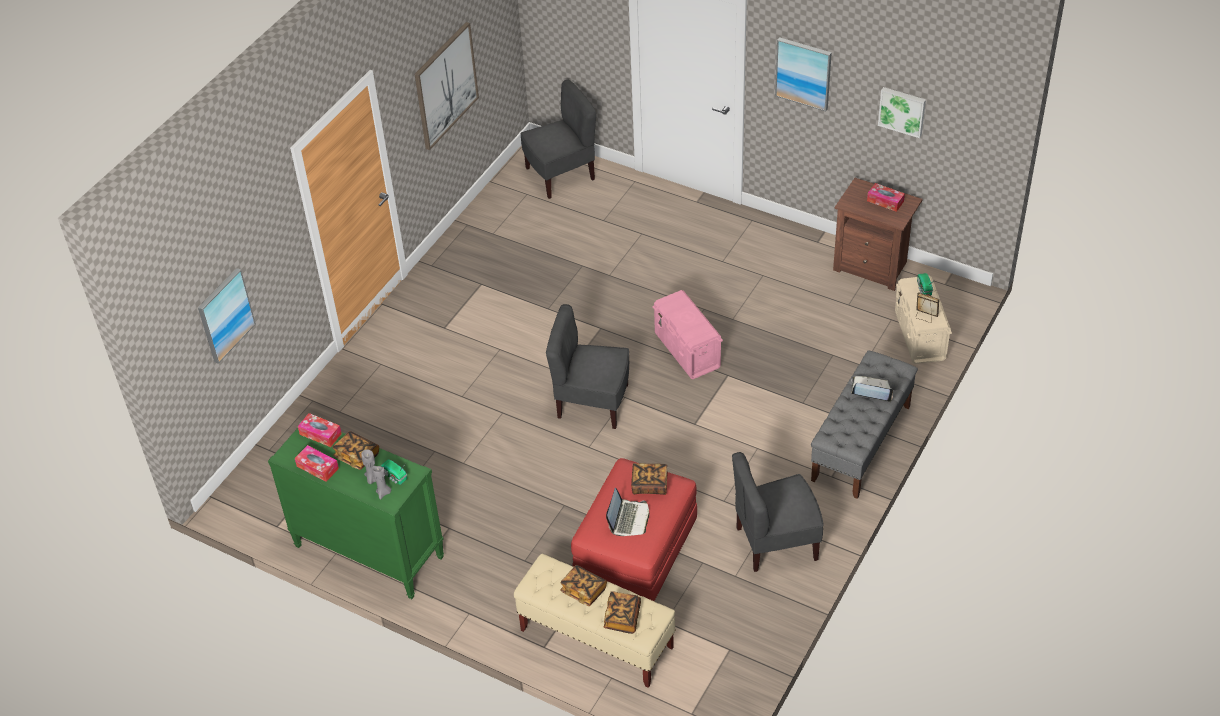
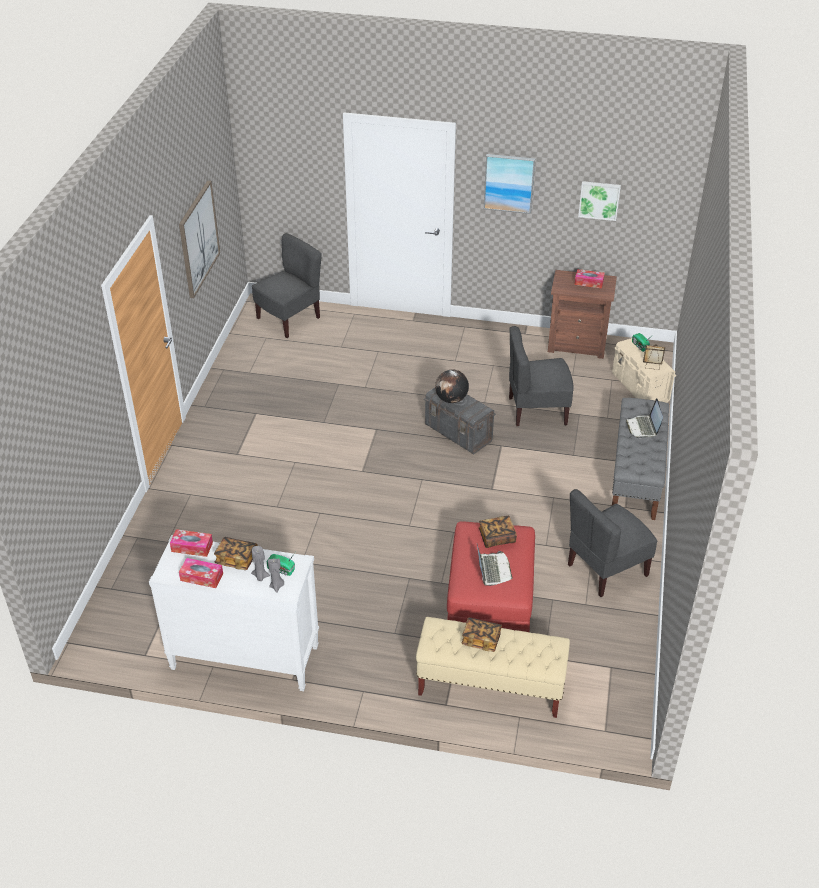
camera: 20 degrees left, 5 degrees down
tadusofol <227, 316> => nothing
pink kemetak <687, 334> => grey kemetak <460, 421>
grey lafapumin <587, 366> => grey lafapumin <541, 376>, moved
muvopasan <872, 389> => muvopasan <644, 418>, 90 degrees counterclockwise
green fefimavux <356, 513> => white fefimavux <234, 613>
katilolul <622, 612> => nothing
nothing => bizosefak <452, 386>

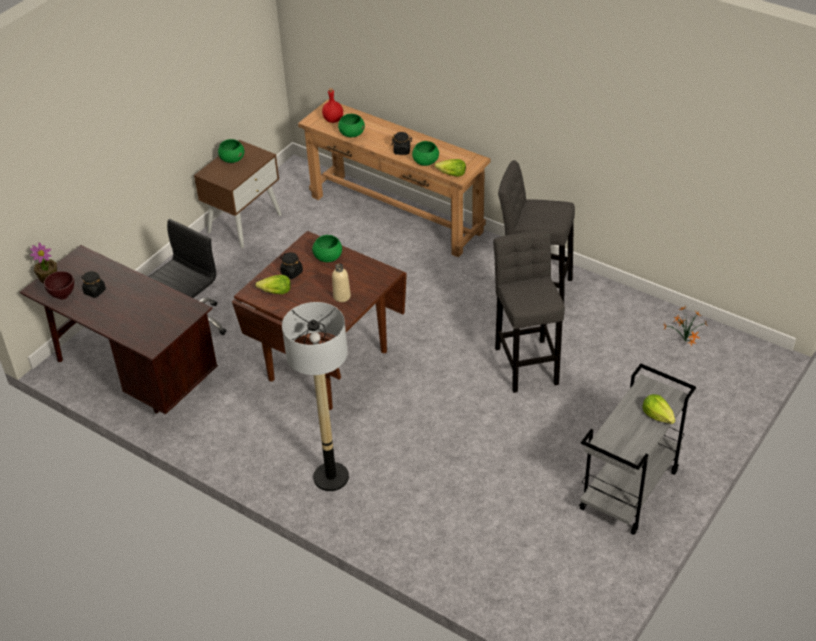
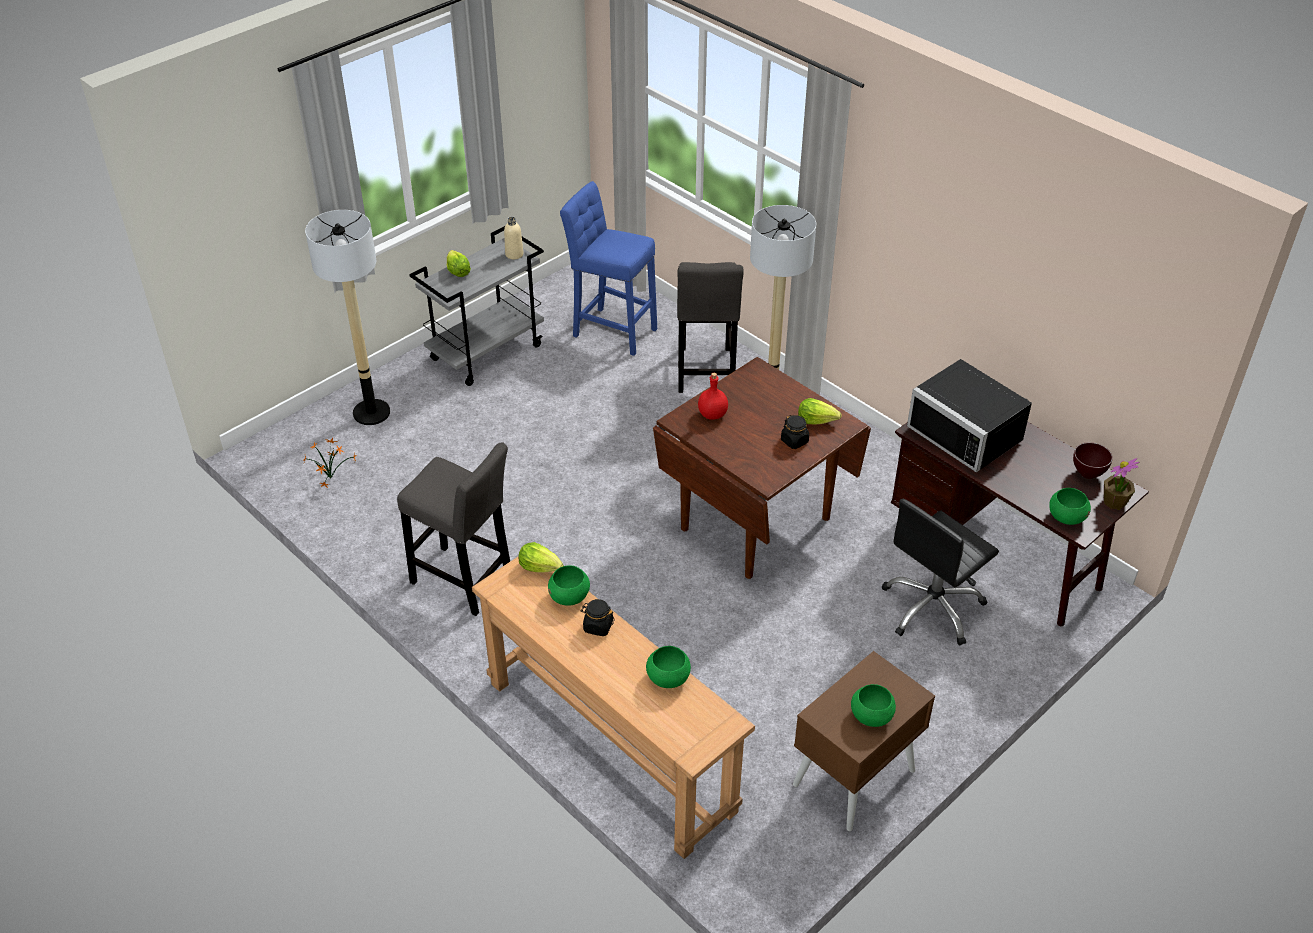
camera: 170 degrees left, 0 degrees up
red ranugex <332, 105> => red ranugex <713, 396>, moved
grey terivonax <529, 311> => grey terivonax <710, 327>, moved
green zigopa <327, 248> => green zigopa <1070, 506>, moved
beige ranugex <341, 283> => beige ranugex <514, 238>, moved
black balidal <93, 284> => nothing
nothing => blue terivonax <608, 268>
nothing => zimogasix <347, 317>
nothing => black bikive <969, 415>

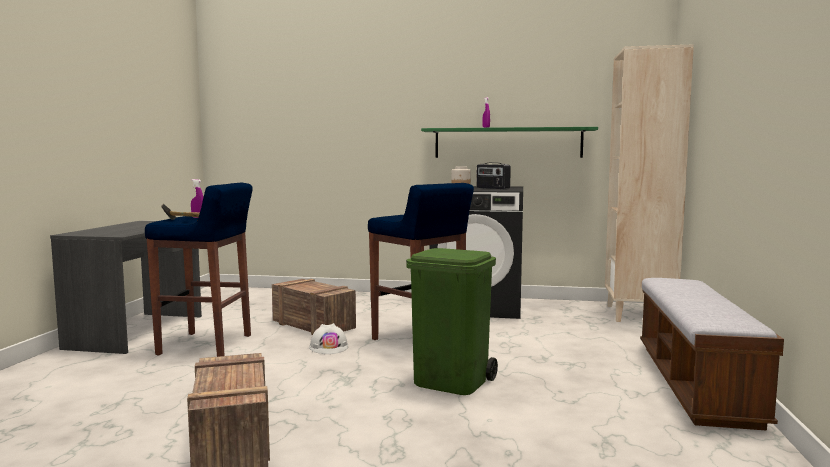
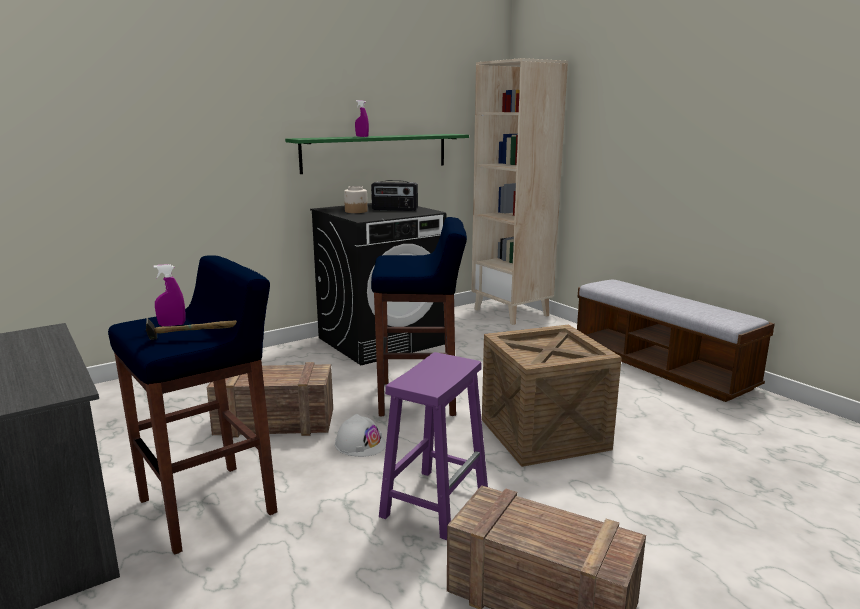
camera: 45 degrees left, 10 degrees up
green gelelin <452, 321> => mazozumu <552, 396>
nothing => purple terivonax <433, 446>

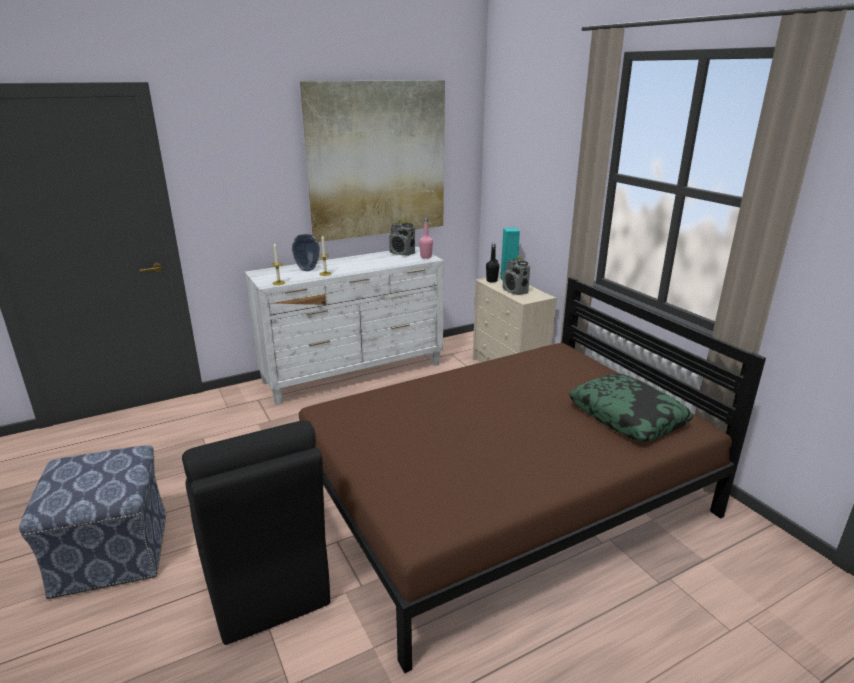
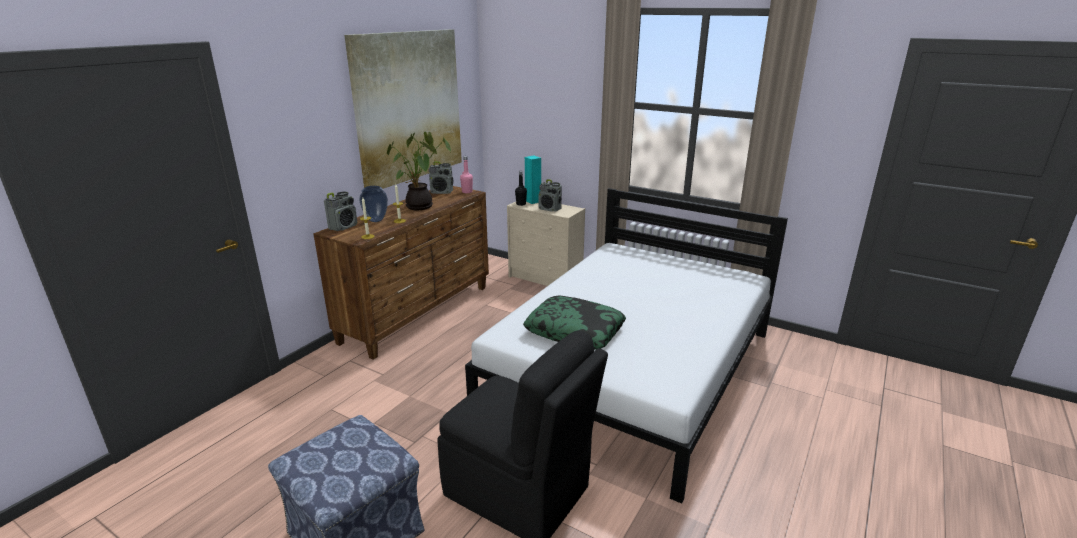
camera: 30 degrees left, 0 degrees up
white fefimavux <344, 326> => brown fefimavux <401, 273>
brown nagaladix <532, 475> => white nagaladix <626, 346>
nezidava <631, 407> => nezidava <574, 322>, moved
nothing => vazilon <419, 171>
nothing => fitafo <340, 211>

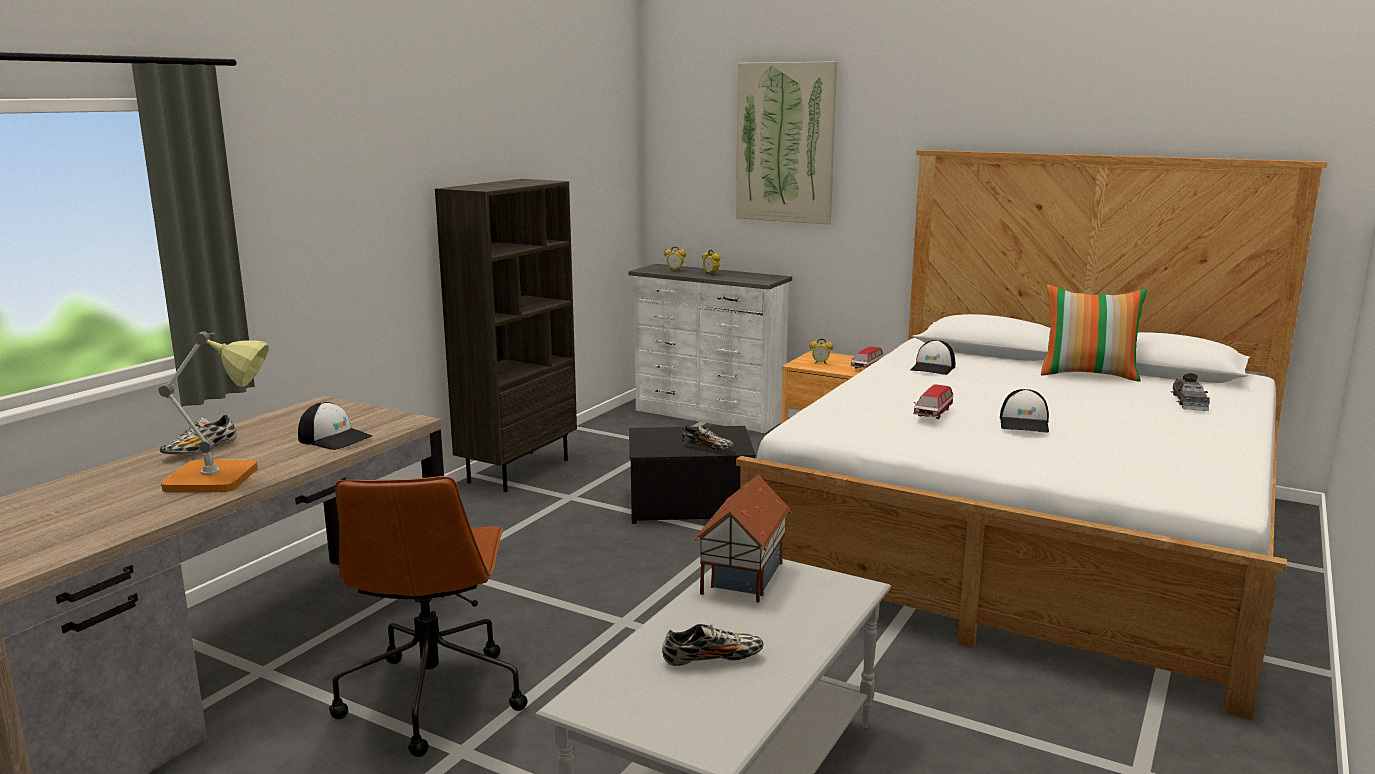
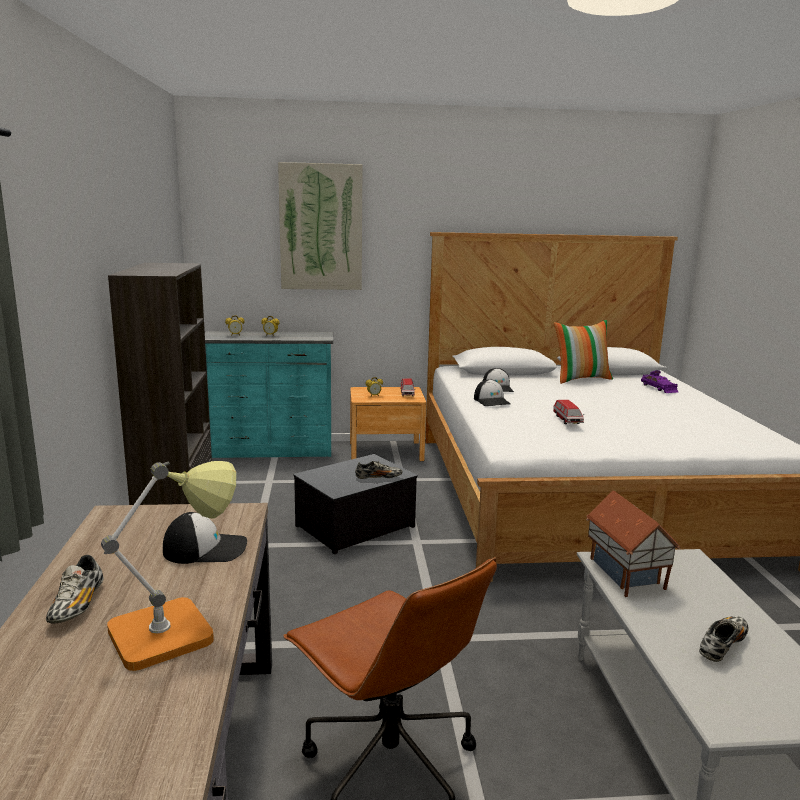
camera: 35 degrees left, 0 degrees up
white fefimavux <710, 348> => turquoise fefimavux <269, 394>
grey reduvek <1190, 392> => purple reduvek <659, 381>
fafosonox <1024, 410> => fafosonox <492, 392>, moved

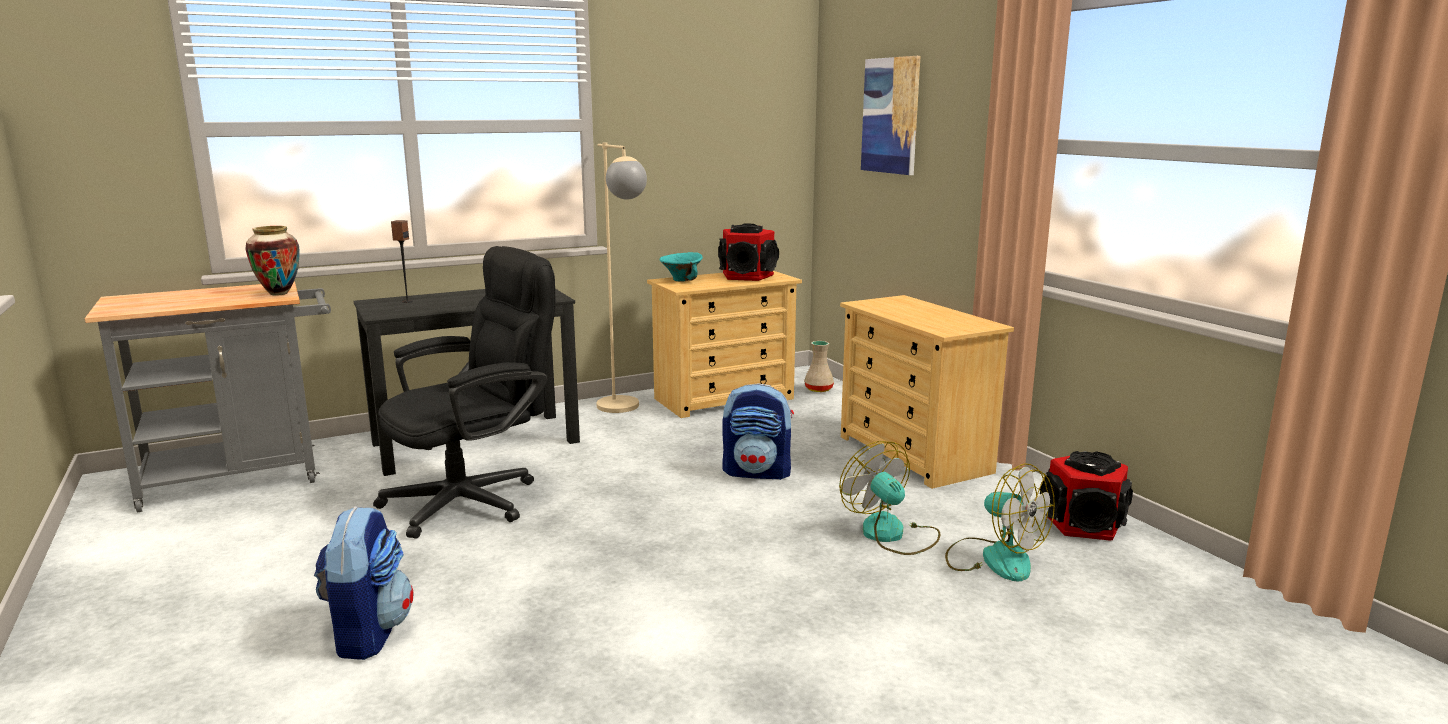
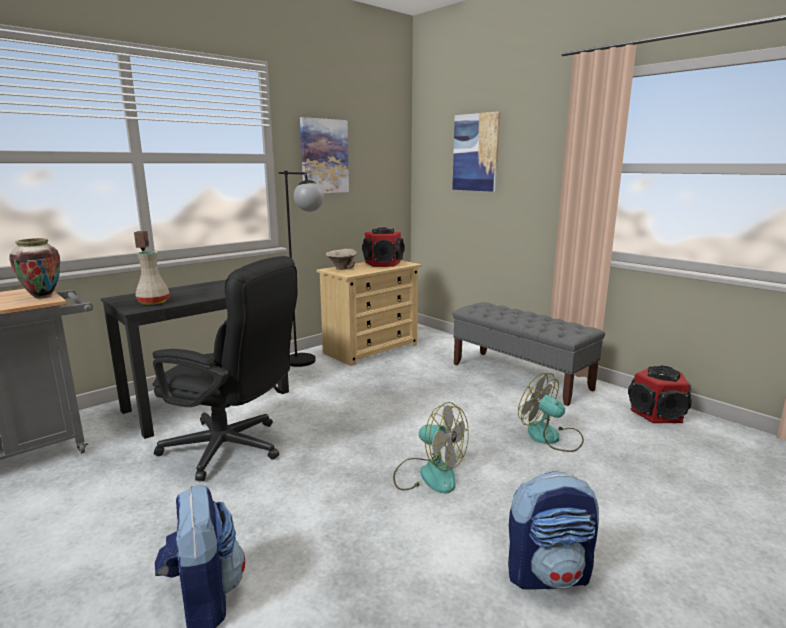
camera: 15 degrees left, 0 degrees up
beige zimogasix <621, 277> => black zimogasix <301, 269>
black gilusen <464, 392> => black gilusen <224, 368>, 75 degrees clockwise
turquoise zigopa <681, 267> => beige zigopa <341, 259>
beige fefimavux <927, 392> => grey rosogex <529, 354>
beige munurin <819, 366> => beige munurin <152, 278>, moved
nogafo <758, 432> => nogafo <553, 530>, moved
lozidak <1000, 522> => lozidak <431, 448>, moved
nothing => tadusofol <324, 155>

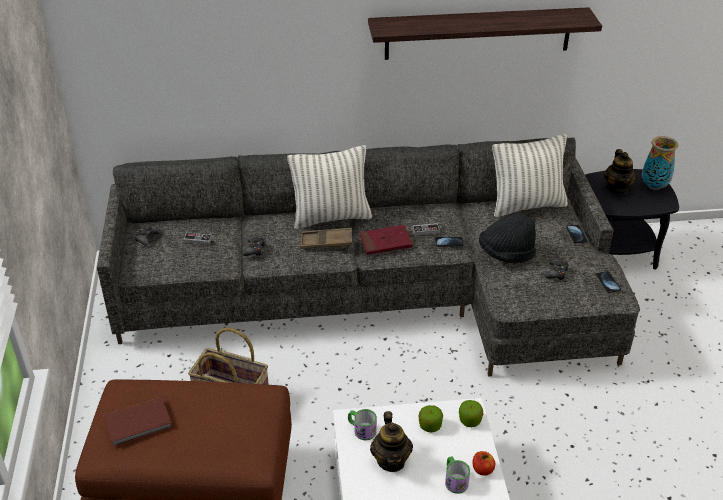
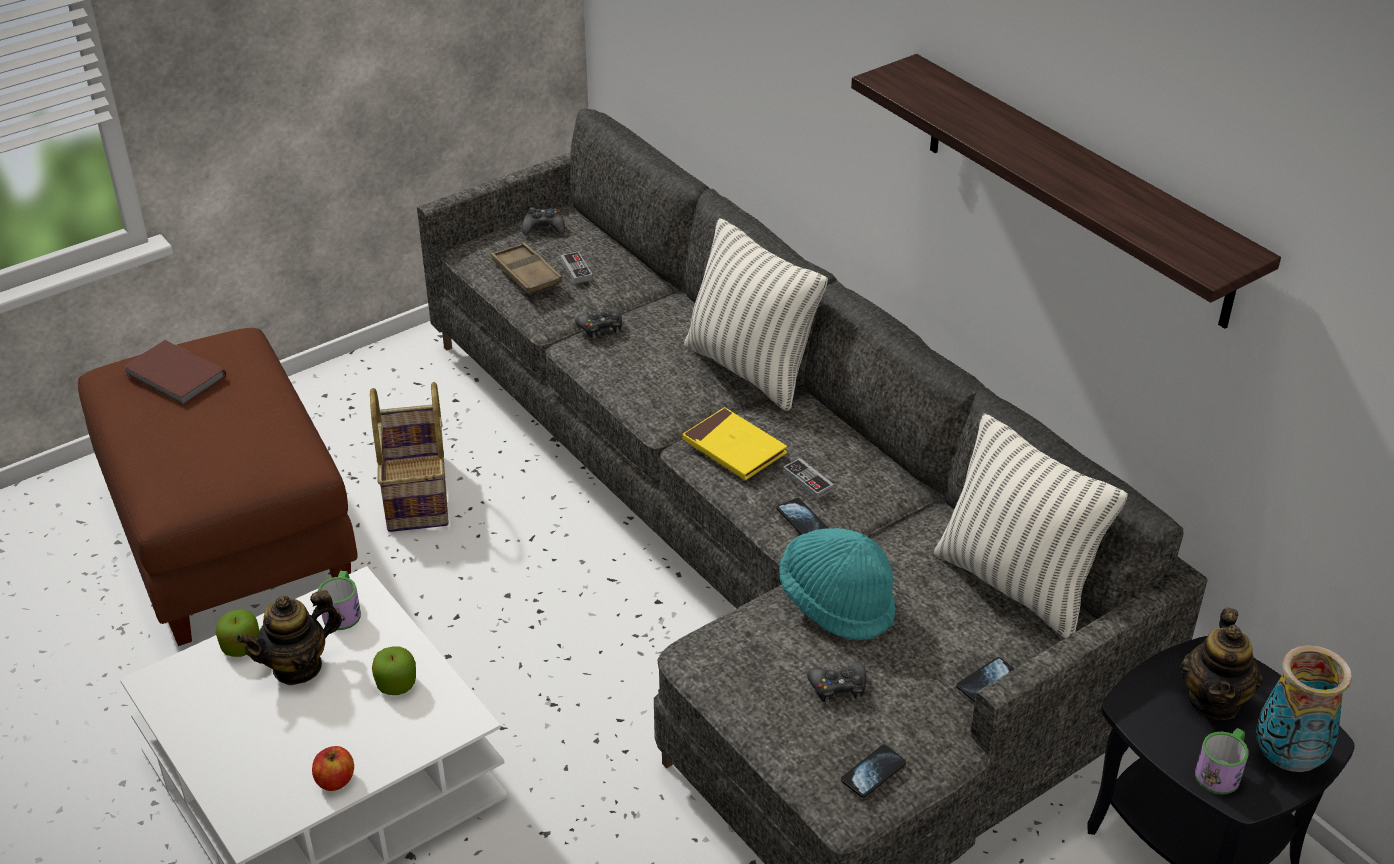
camera: 60 degrees right, 0 degrees up
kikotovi <620, 172> => kikotovi <1221, 664>, 45 degrees counterclockwise
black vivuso <507, 238> => turquoise vivuso <837, 584>
red katilolul <386, 240> => yellow katilolul <734, 443>
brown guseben <326, 238> => brown guseben <526, 268>, moved
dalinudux <471, 413> => dalinudux <237, 633>, moved
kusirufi <457, 475> => kusirufi <1222, 761>, moved

